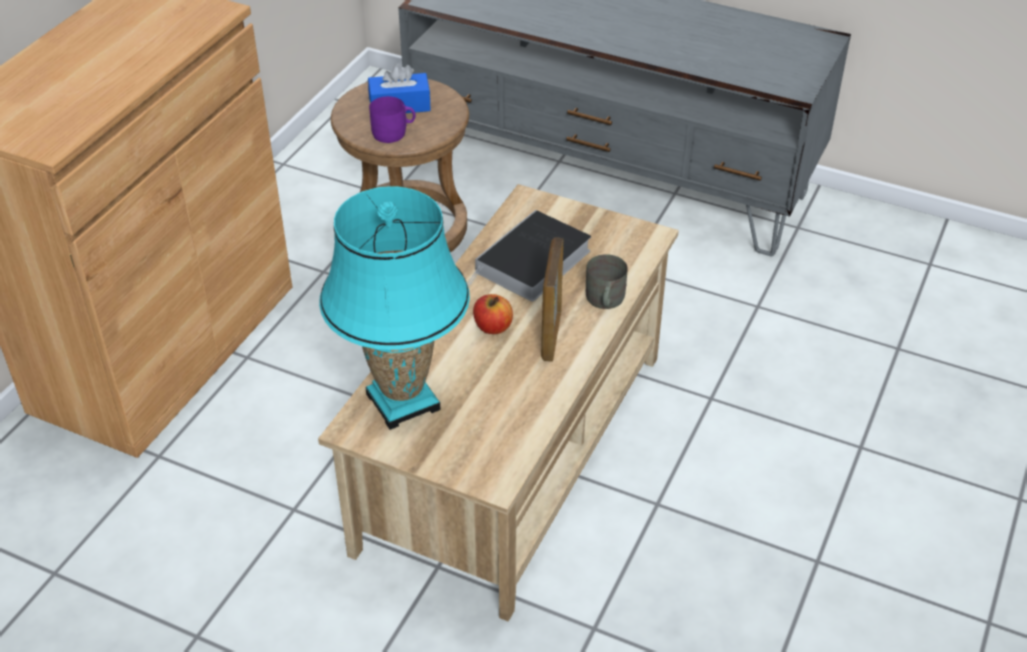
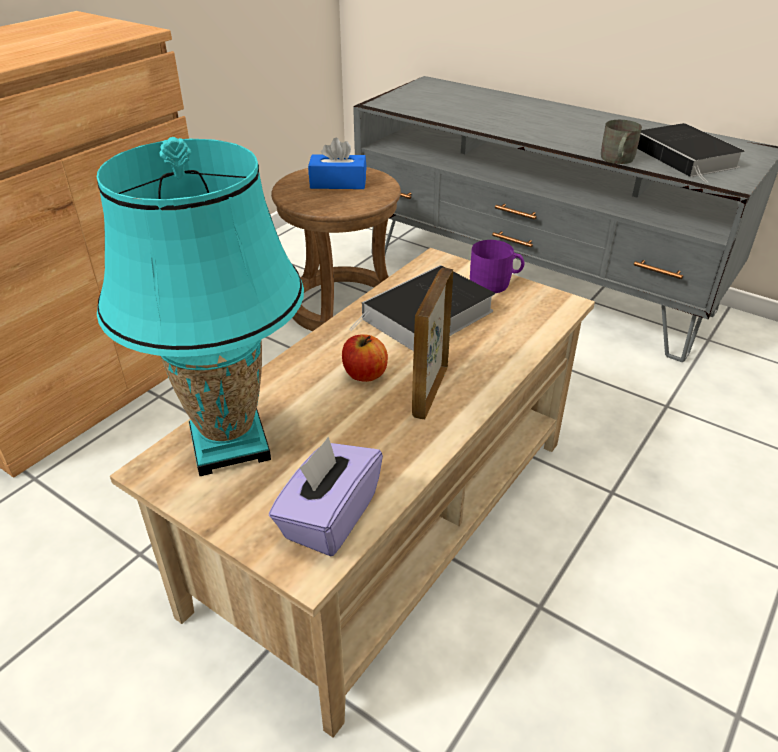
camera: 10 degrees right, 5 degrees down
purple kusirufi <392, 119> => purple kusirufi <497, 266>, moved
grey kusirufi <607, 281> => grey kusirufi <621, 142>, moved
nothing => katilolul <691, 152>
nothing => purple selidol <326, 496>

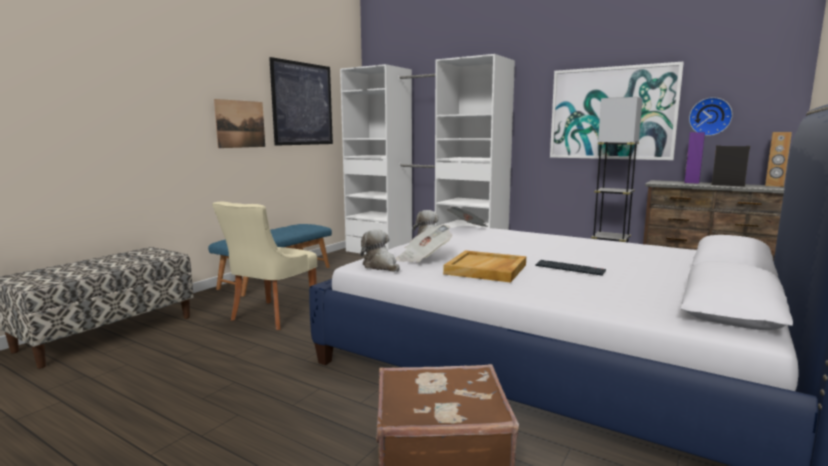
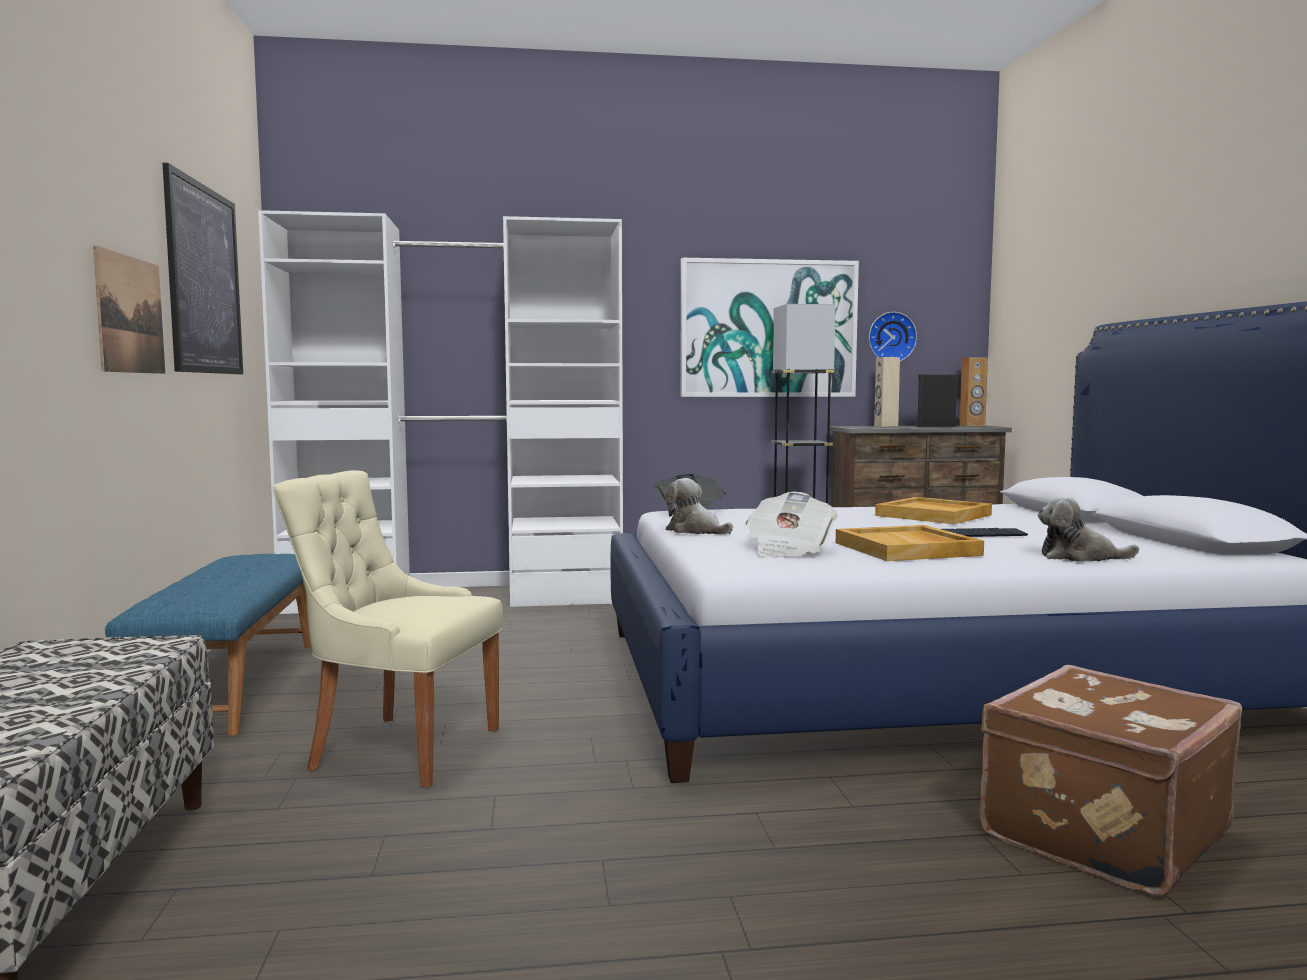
camera: 40 degrees left, 5 degrees down
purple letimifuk <695, 158> => beige letimifuk <887, 392>
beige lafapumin <264, 265> => beige lafapumin <388, 629>, 120 degrees clockwise
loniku <380, 250> => loniku <1088, 529>, moved
nothing => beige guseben <933, 510>

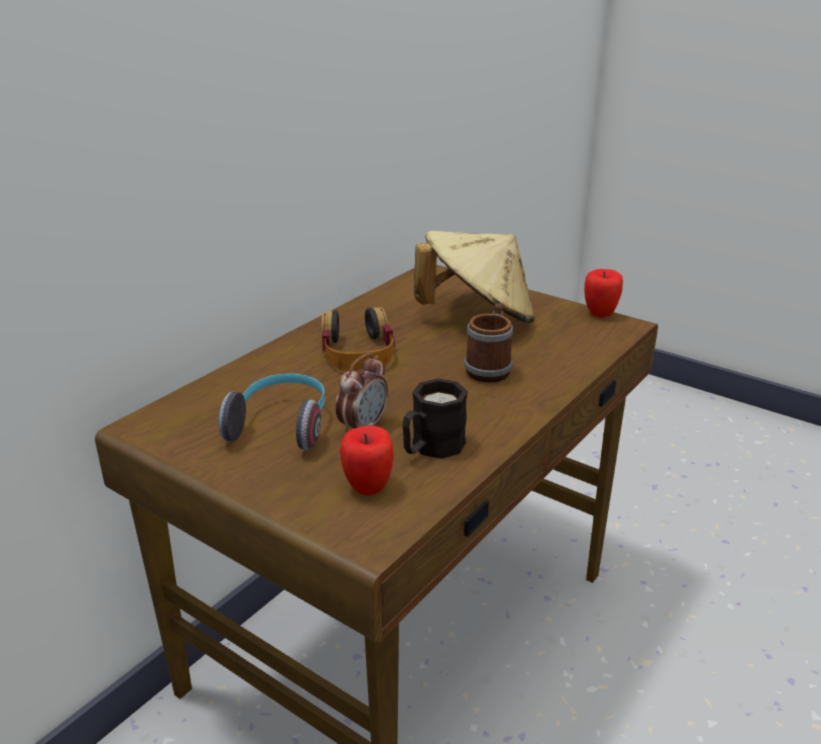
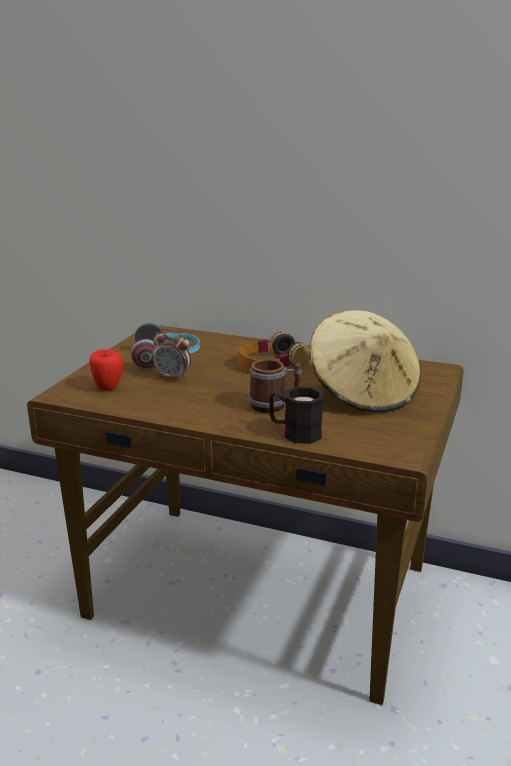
camera: 75 degrees right, 5 degrees down
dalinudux <603, 293> => nothing
black kusirufi <435, 418> => black kusirufi <296, 415>, moved

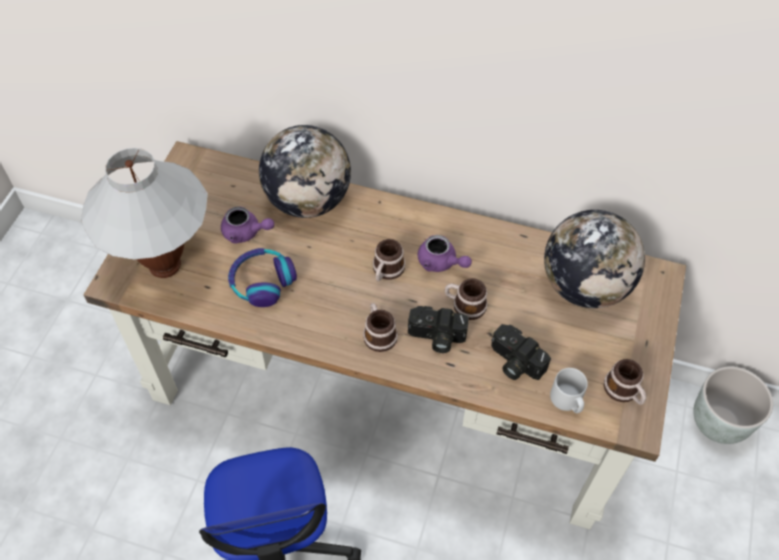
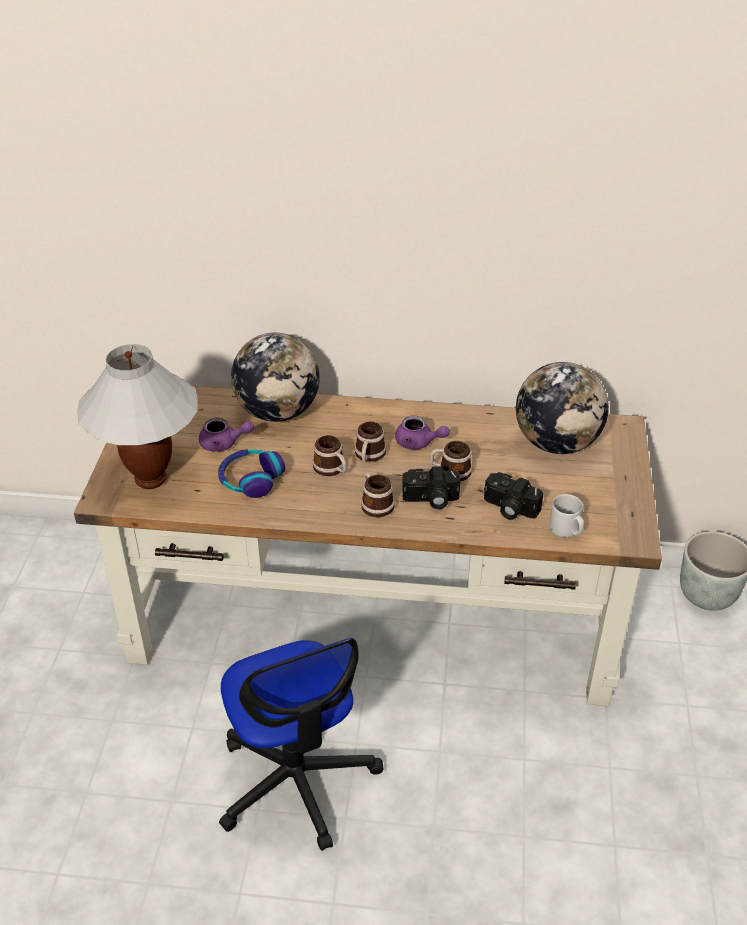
camera: 10 degrees left, 15 degrees down
kusirufi <625, 382> => kusirufi <329, 455>, moved

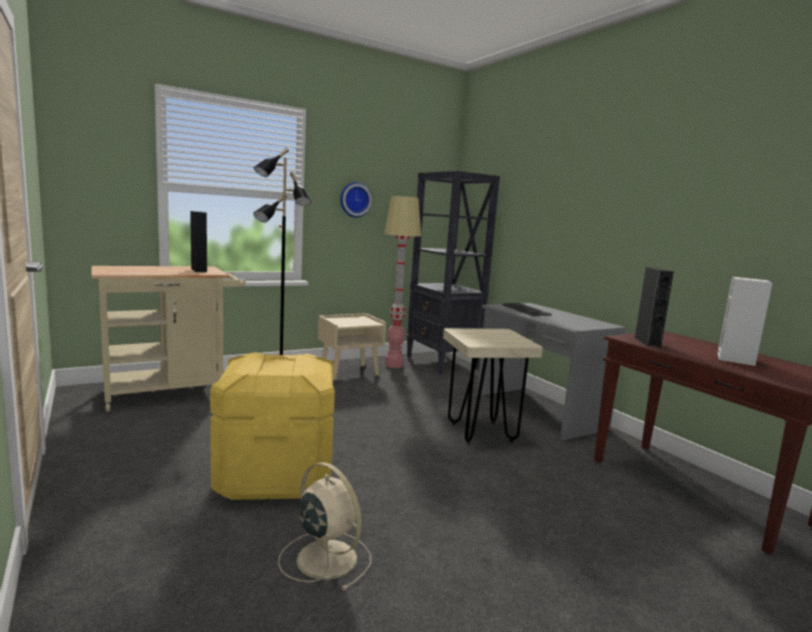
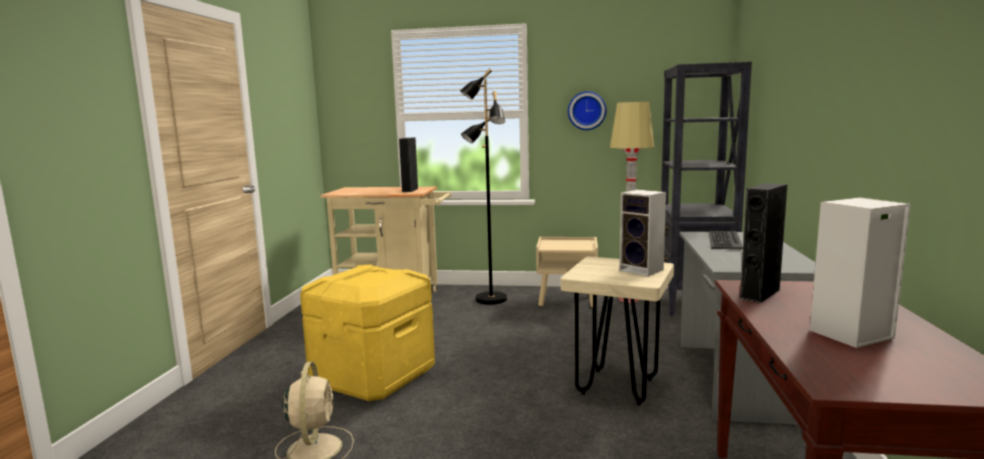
camera: 40 degrees right, 0 degrees up
nothing => letimifuk <642, 233>

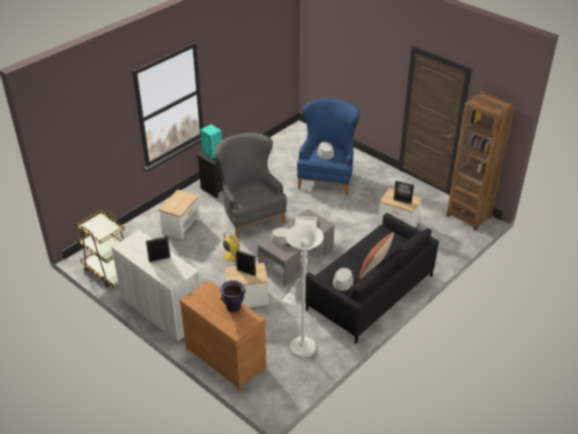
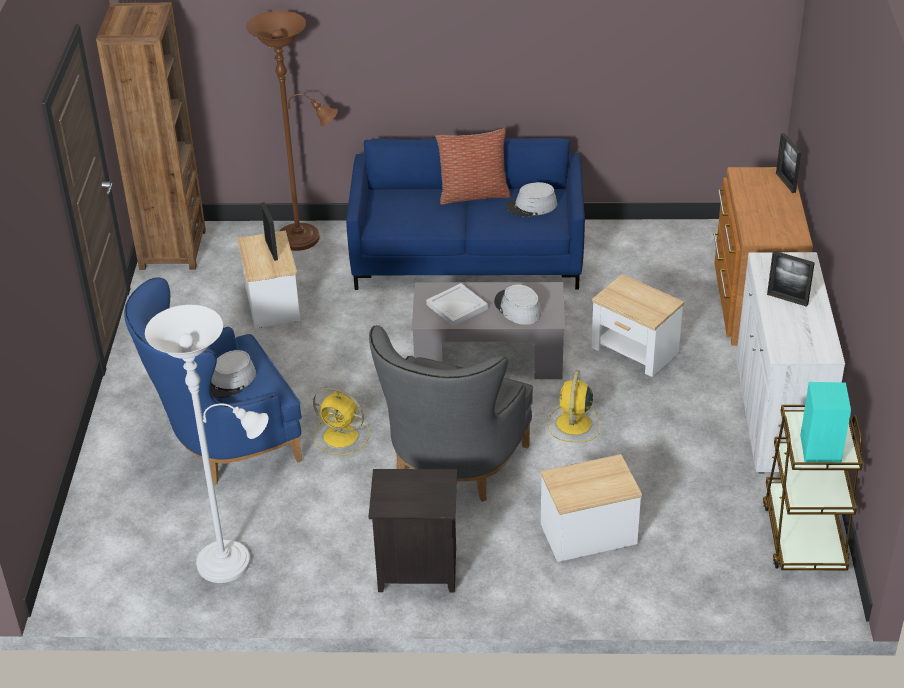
camera: 130 degrees left, 0 degrees up
turquoise letimifuk <211, 141> => turquoise letimifuk <825, 422>, moved
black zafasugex <372, 278> => blue zafasugex <465, 214>
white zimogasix <303, 291> => white zimogasix <206, 444>, moved
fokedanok <246, 263> => fokedanok <788, 163>, moved
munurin <232, 296> => nothing
nothing => brown zimogasix <292, 130>
nothing => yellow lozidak <341, 421>

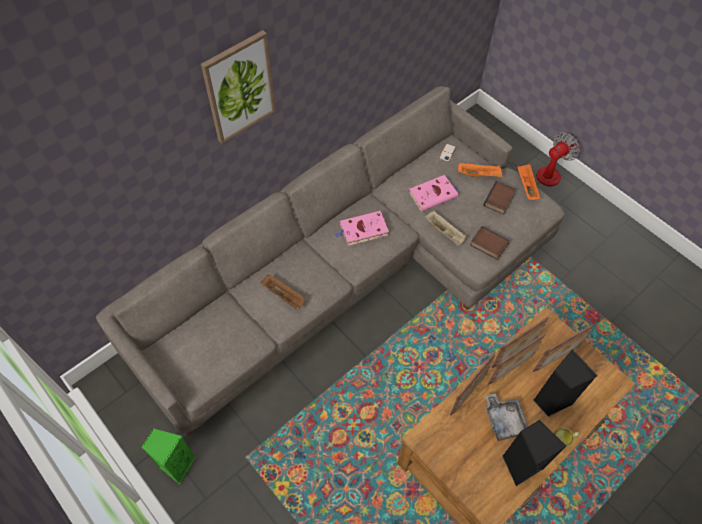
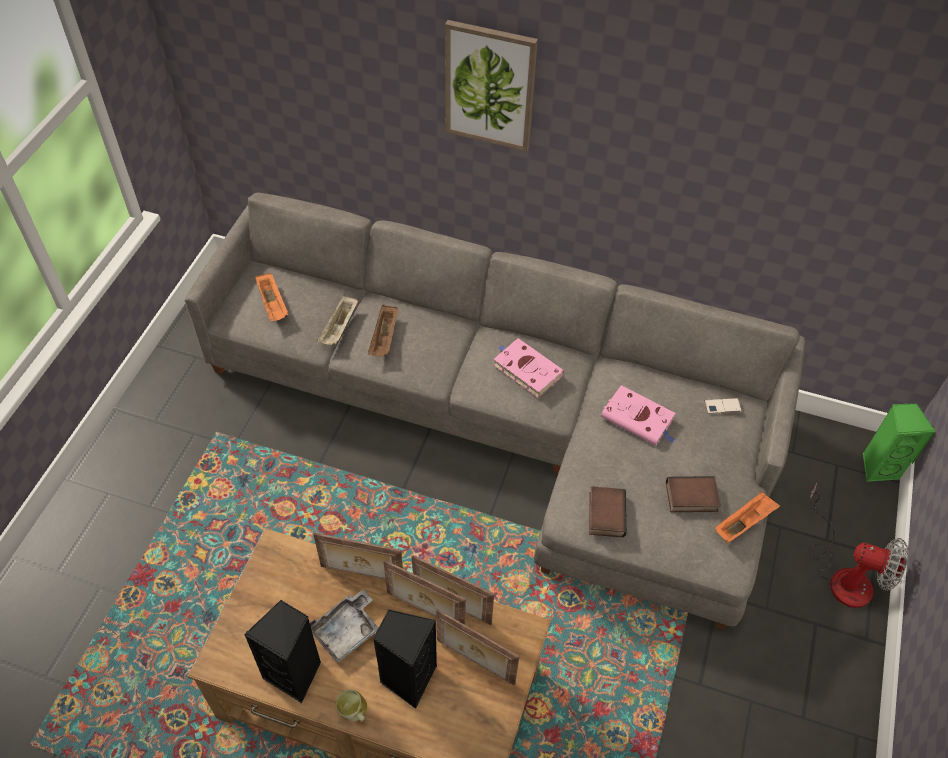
camera: 60 degrees right, 5 degrees down
orange guseben <480, 170> => orange guseben <271, 297>, moved
beige guseben <445, 228> => beige guseben <337, 320>, moved
green letimifuk <168, 456> => green letimifuk <899, 442>, moved

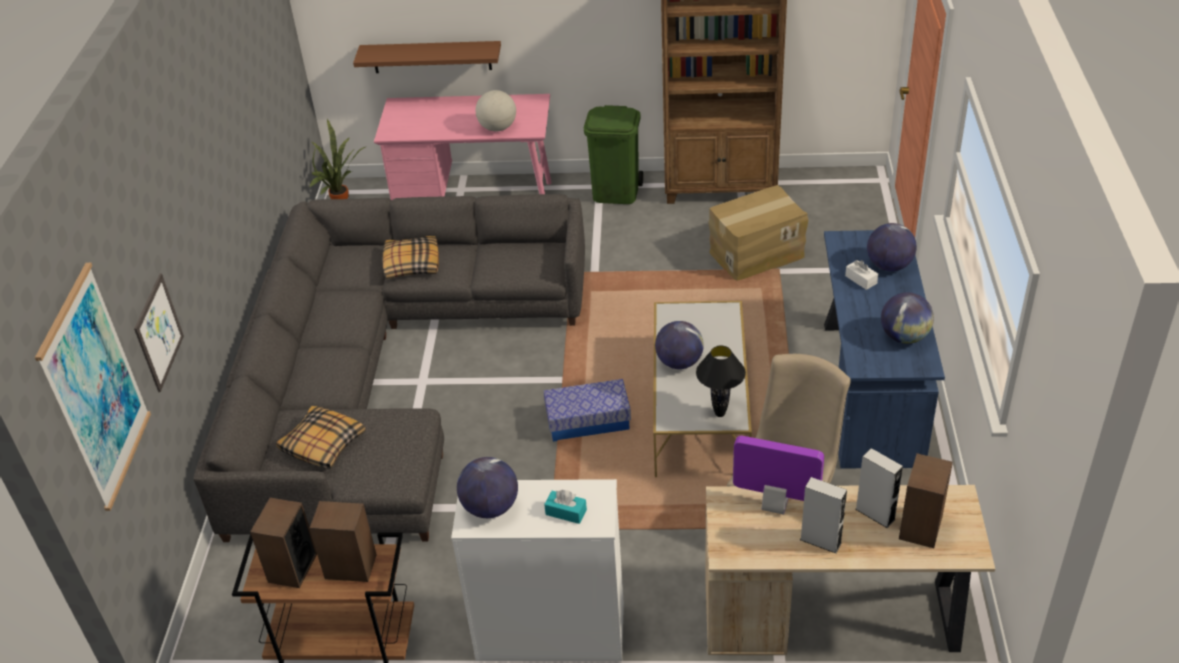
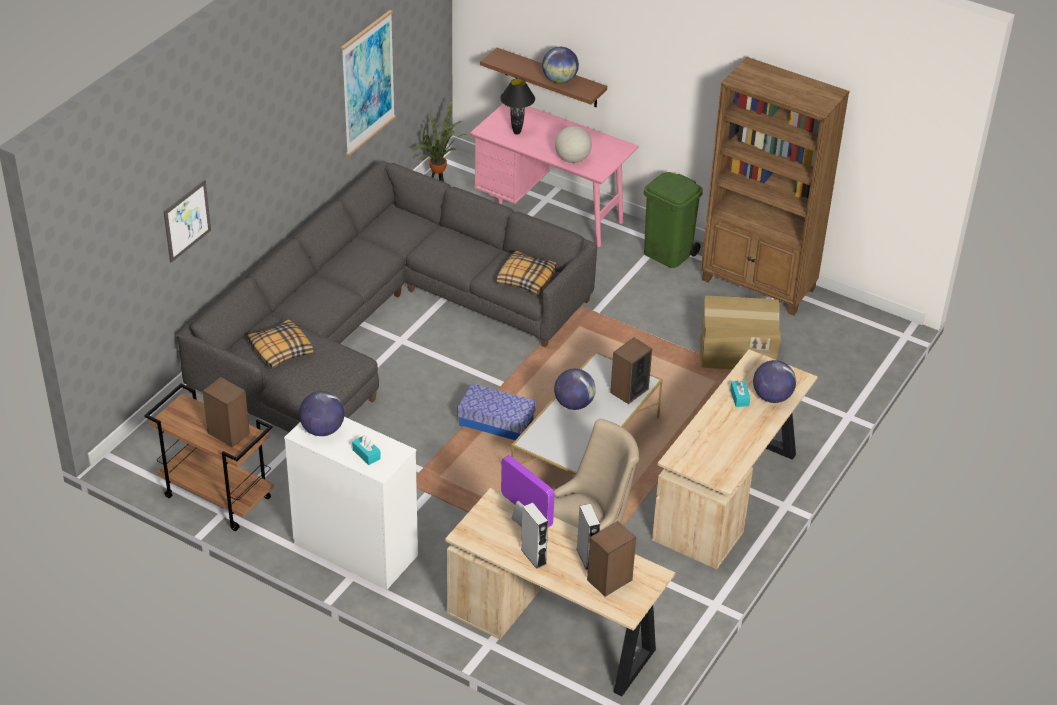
camera: 25 degrees right, 0 degrees up
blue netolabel <884, 349> => beige netolabel <735, 459>
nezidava <411, 257> => nezidava <526, 273>, moved
white selidol <861, 275> => turquoise selidol <740, 394>
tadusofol <93, 387> => tadusofol <368, 83>, moved
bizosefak <907, 318> => bizosefak <560, 65>, moved
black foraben <721, 381> => black foraben <517, 106>, moved
letimifuk <283, 542> => letimifuk <631, 371>, moved

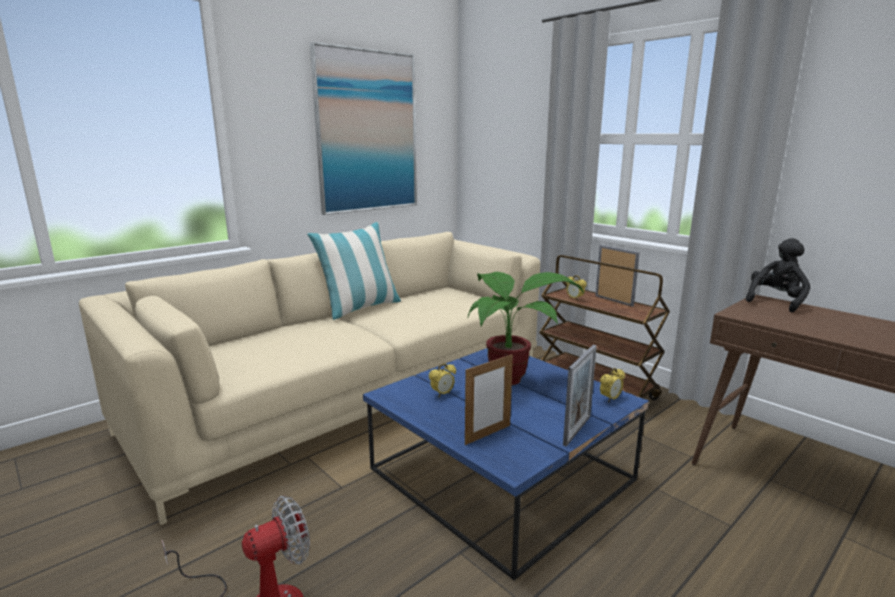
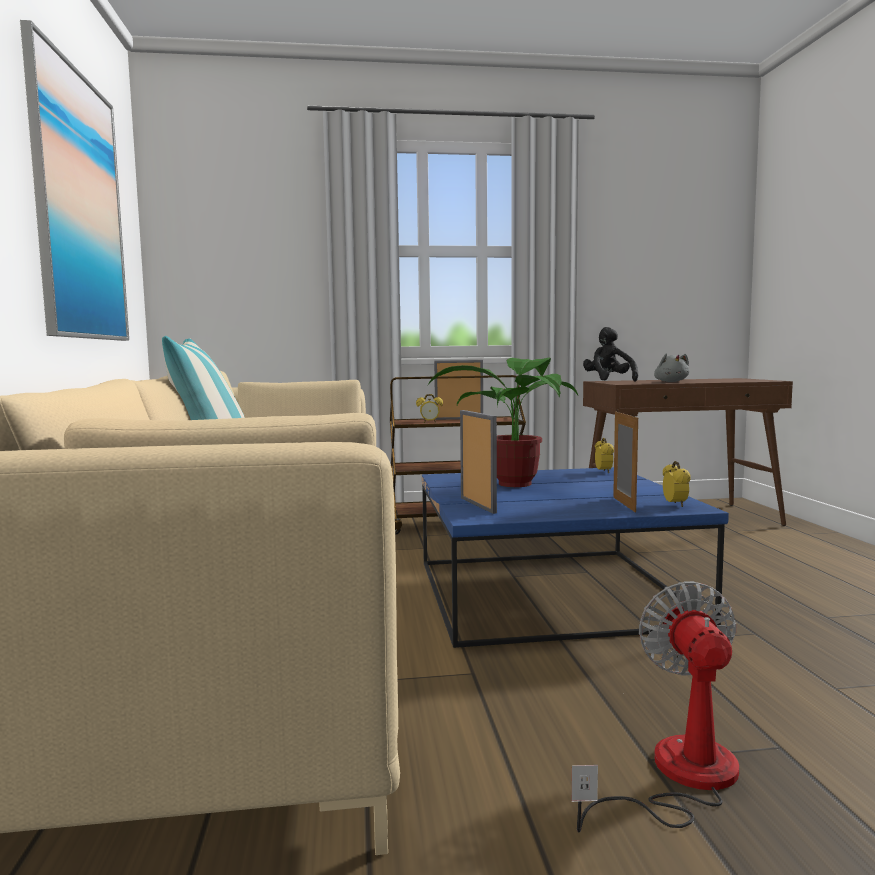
camera: 55 degrees left, 10 degrees down
fokedanok <580, 396> => fokedanok <478, 462>, moved
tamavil <442, 380> => tamavil <676, 484>, moved
nothing => grey loniku <671, 367>

